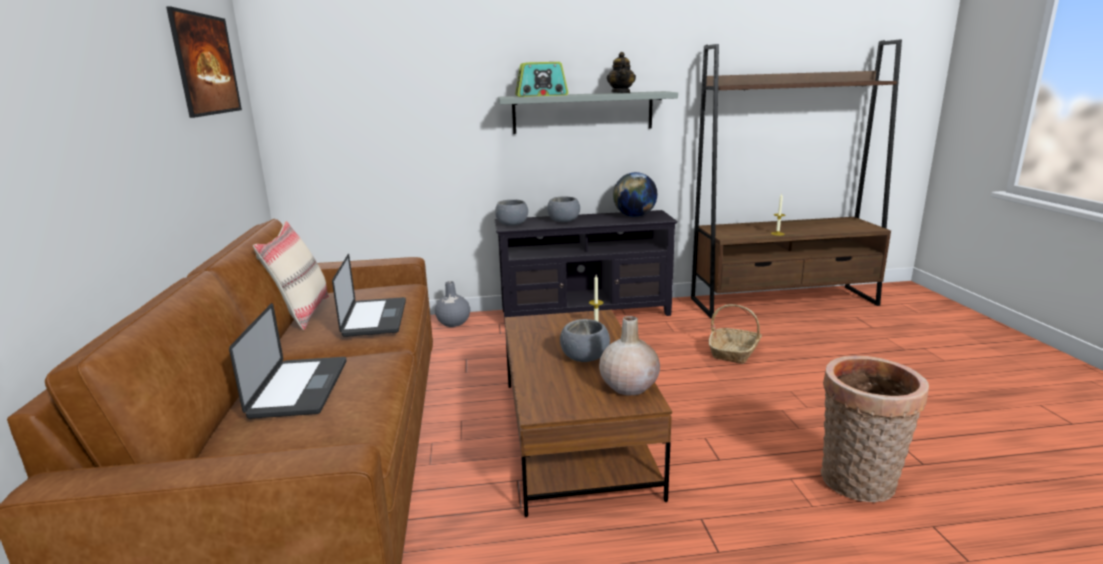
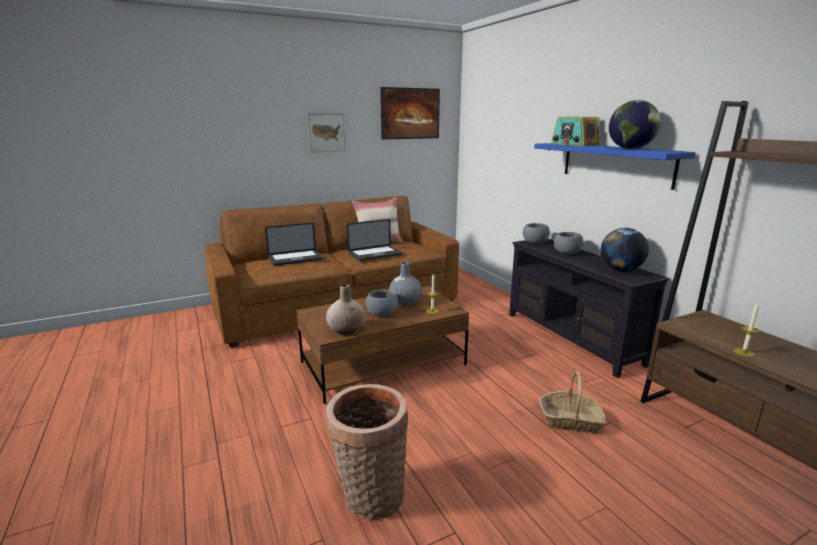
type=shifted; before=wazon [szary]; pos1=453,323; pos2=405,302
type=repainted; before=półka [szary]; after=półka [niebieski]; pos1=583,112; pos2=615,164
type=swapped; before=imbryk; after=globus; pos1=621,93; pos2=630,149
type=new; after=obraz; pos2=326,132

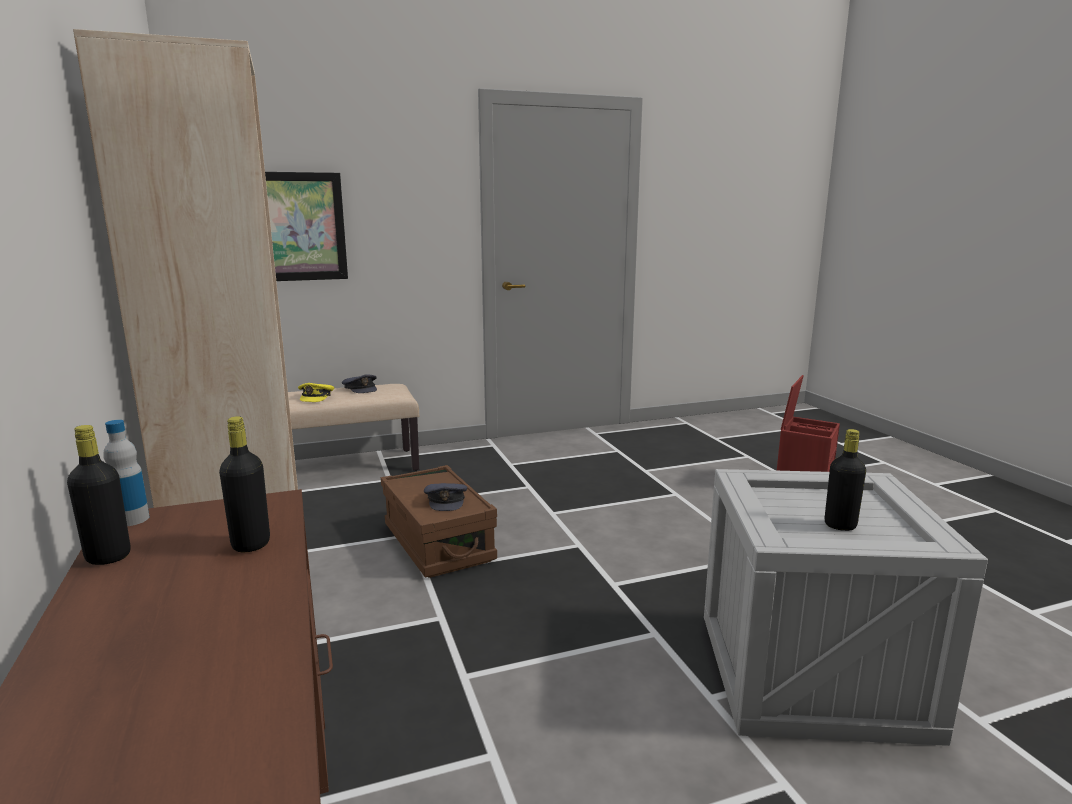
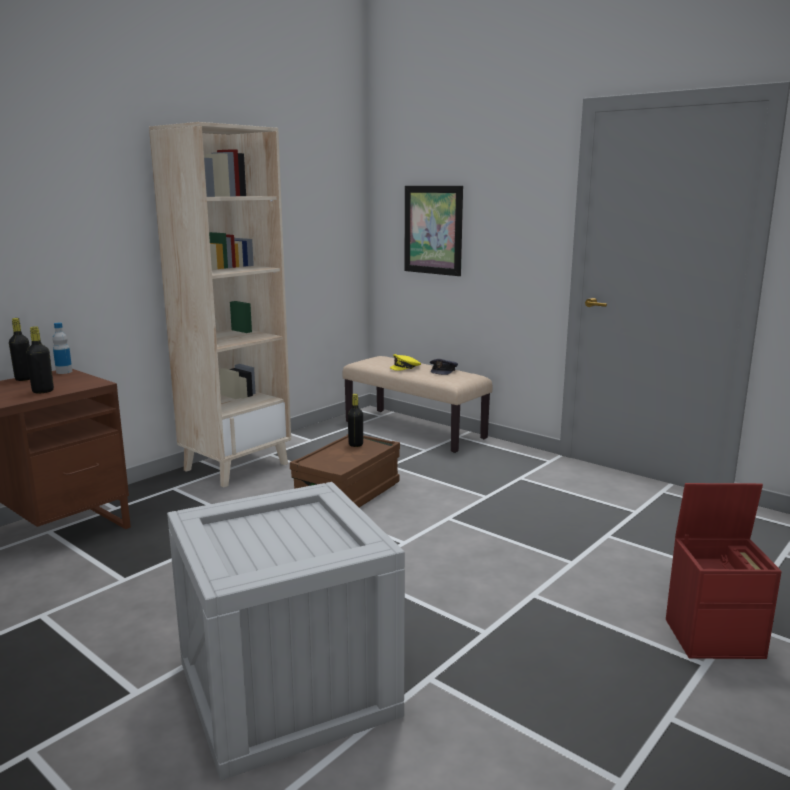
type=gone; before=czapka z daszkiem [szary]; pos1=446,501
type=shifted; before=butelka [czarny]; pos1=840,525; pos2=355,444

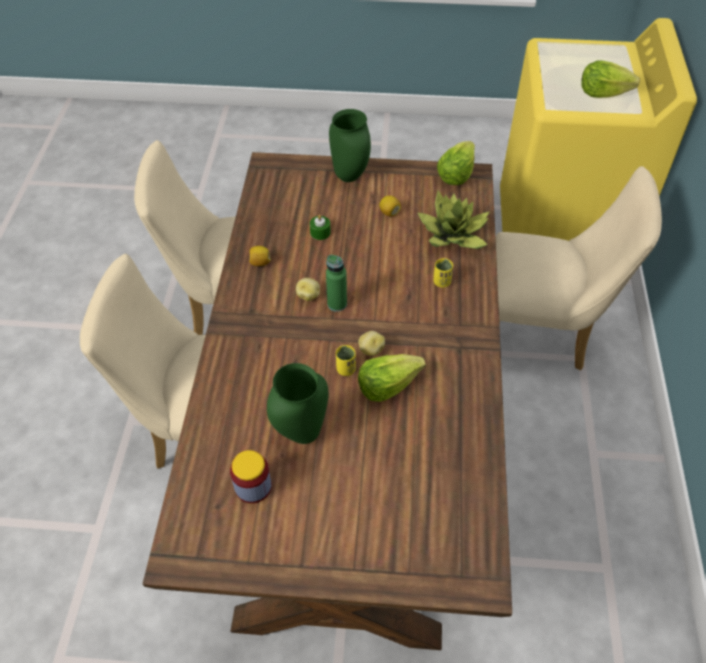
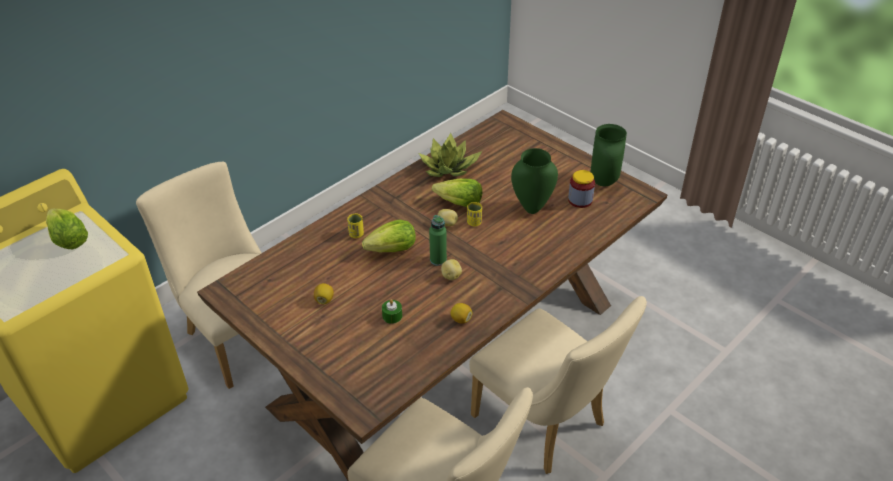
type=shifted; before=wazon [zielony]; pos1=351,176; pos2=602,182
type=shifted; before=roślina doniczkowa; pos1=453,235; pos2=449,168
type=shifted; before=sałata; pos1=455,175; pos2=392,250

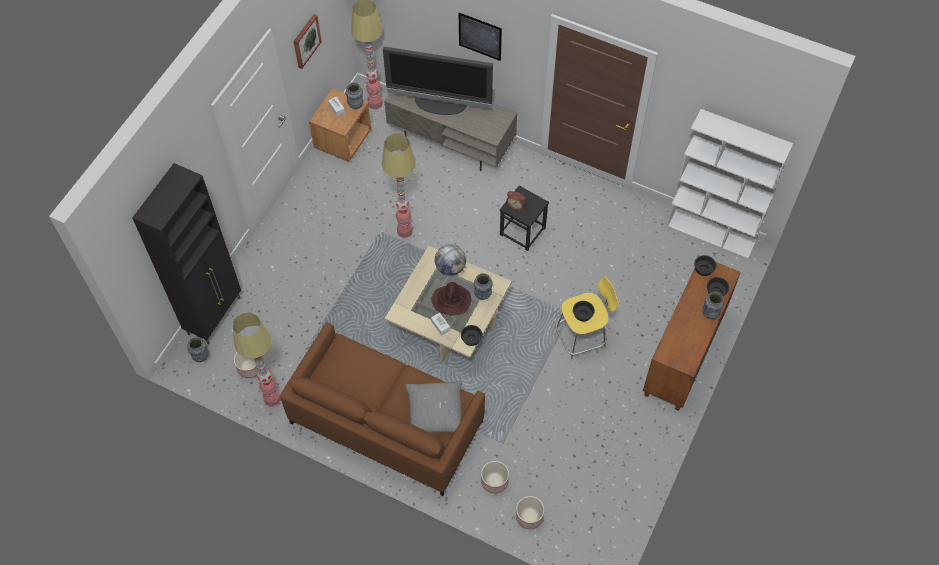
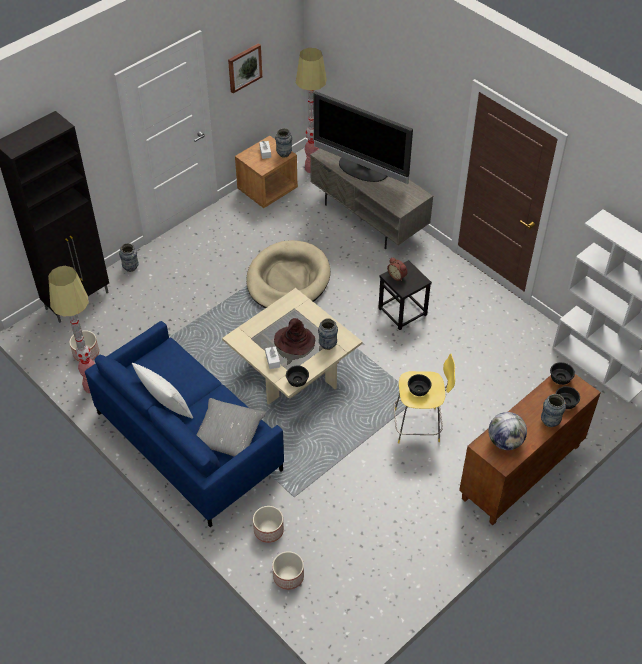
type=shifted; before=wazon; pos1=201,357; pos2=131,268
type=repainted; before=kanapa [brązowy]; after=kanapa [niebieski]; pos1=386,421; pos2=189,440
type=swapped; before=lampa stojąca; after=legowisko [beżowy]; pos1=405,231; pos2=288,279
type=shifted; before=globus; pos1=450,268; pos2=505,441
type=gone; before=obraz; pos1=480,36
type=new; after=poduszka [biały]; pos2=166,407

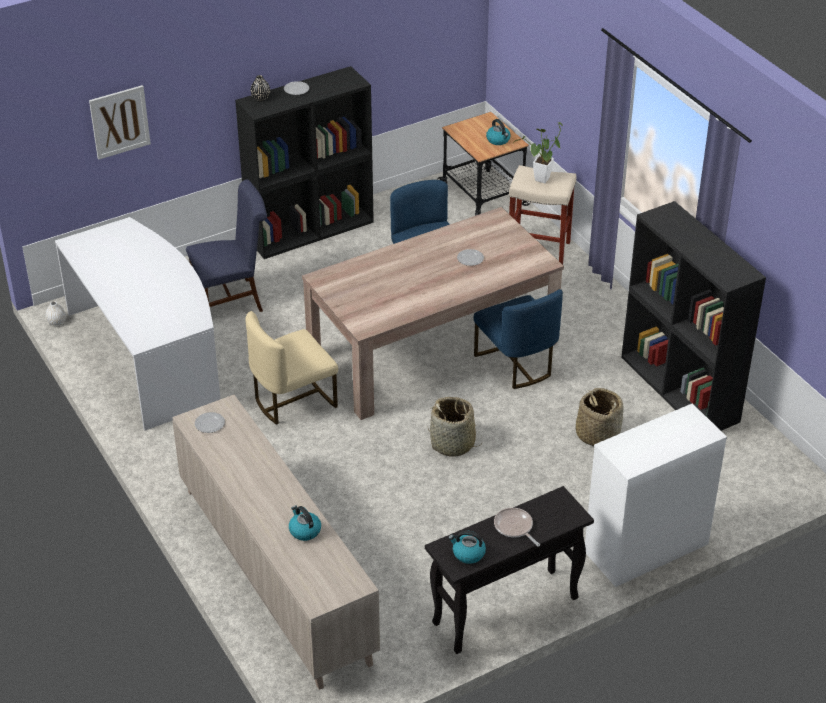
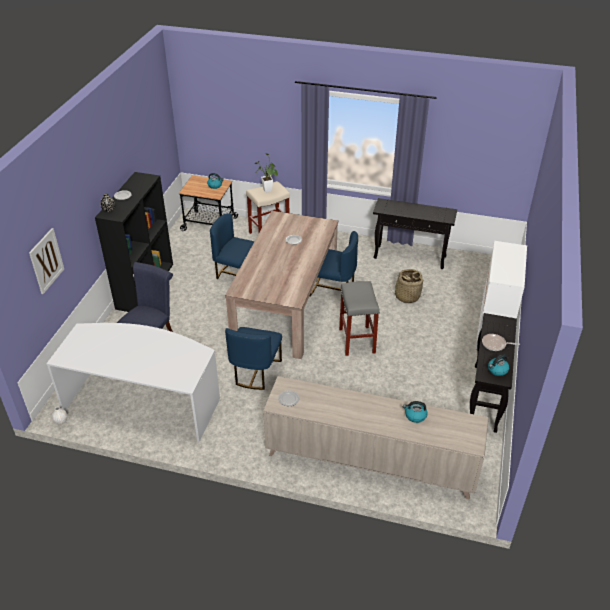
type=repainted; before=krzesło [beżowy]; after=krzesło [niebieski]; pos1=293,400; pos2=255,372
type=swapped; before=koszyk; after=stołek [szary]; pos1=453,444; pos2=357,341
type=swapped; before=regał [czarny]; after=stolik konsolowy [czarny]; pos1=681,389; pos2=410,257

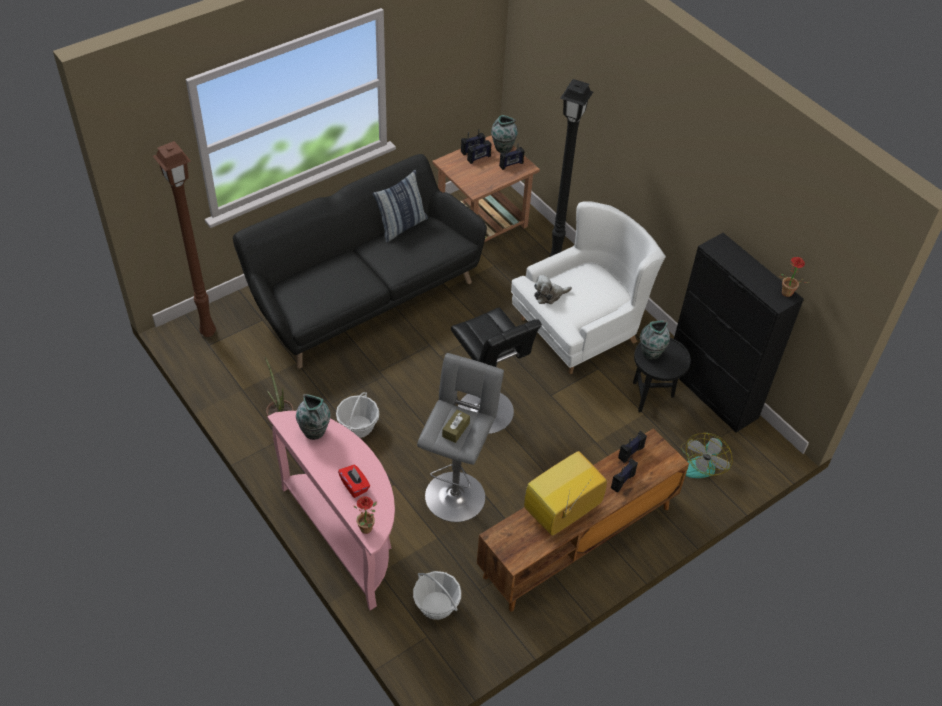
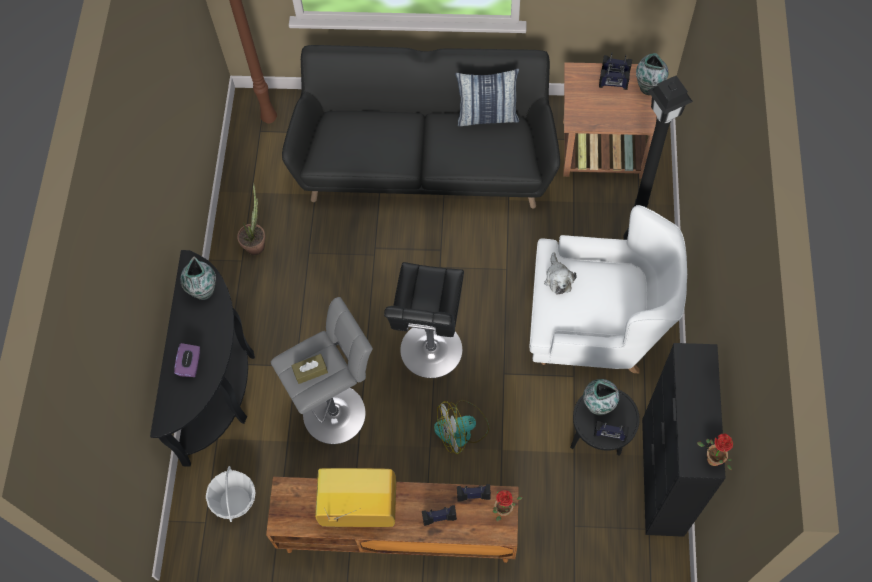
type=repainted; before=stolik konsolowy [różowy]; after=stolik konsolowy [czarny]; pos1=346,535; pos2=219,386
type=gone; before=koszyk; pos1=358,426
type=repainted; before=pudełko chusteczek [czerwony]; after=pudełko chusteczek [fioletowy]; pos1=354,486; pos2=190,365
type=shifted; before=roślina doniczkowa; pos1=367,530; pos2=503,513
type=shifted; before=radio; pos1=511,164; pos2=610,435
type=rotated; before=pluszak; pos1=549,295; pos2=558,278; turn=-120
type=shifted; before=wentylator; pos1=702,463; pos2=461,429

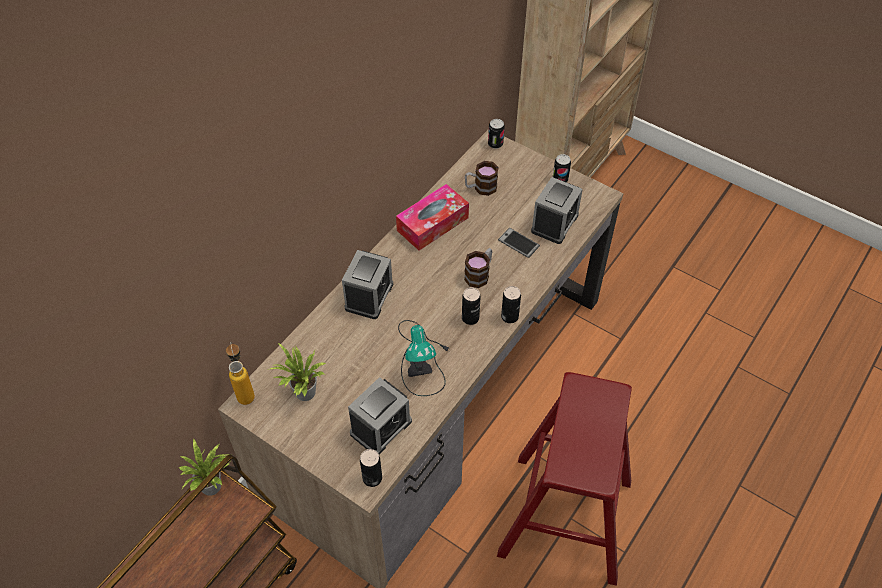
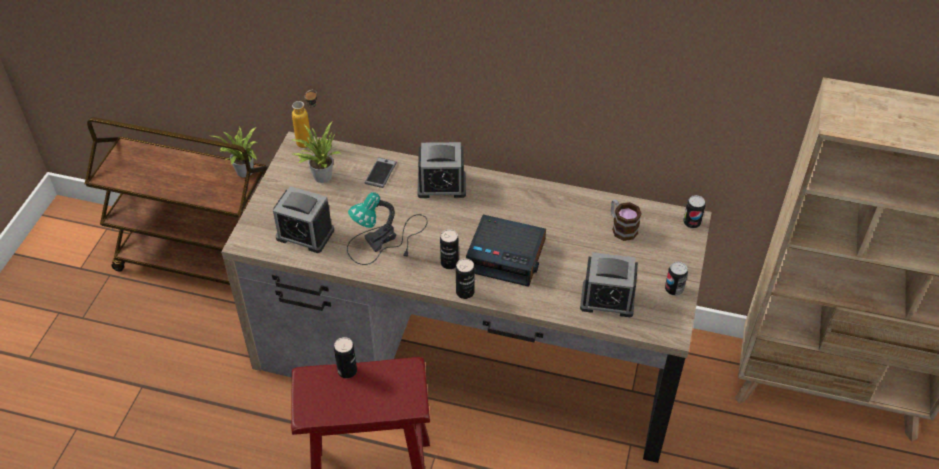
type=shifted; before=puszka; pos1=372,478; pos2=347,371
type=gone; before=pudełko chusteczek; pos1=432,224
type=swapped; before=kubek; after=budzik; pos1=479,274; pos2=506,256
type=shifted; before=telefon; pos1=518,243; pos2=380,173

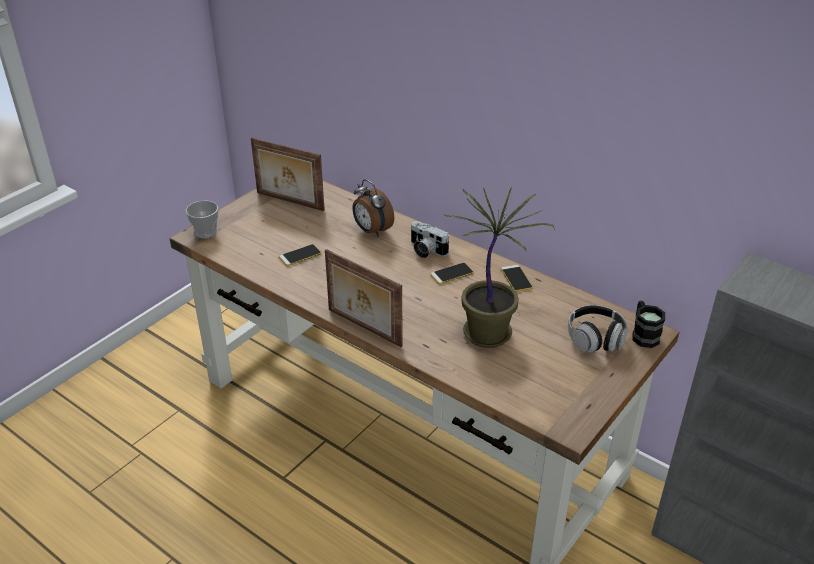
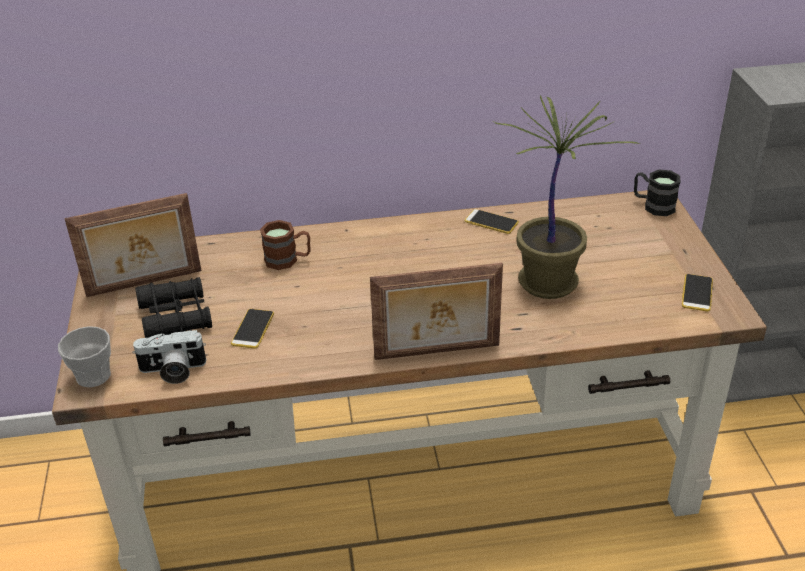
type=swapped; before=budzik; after=kubek [brązowy]; pos1=371,231; pos2=288,260
type=shifted; before=aparat fotograficzny; pos1=426,250; pos2=172,371
type=shifted; before=telefon; pos1=451,274; pos2=697,293
type=gone; before=słuchawki; pos1=595,339
type=new; after=lornetka [czarny]; pos2=176,317

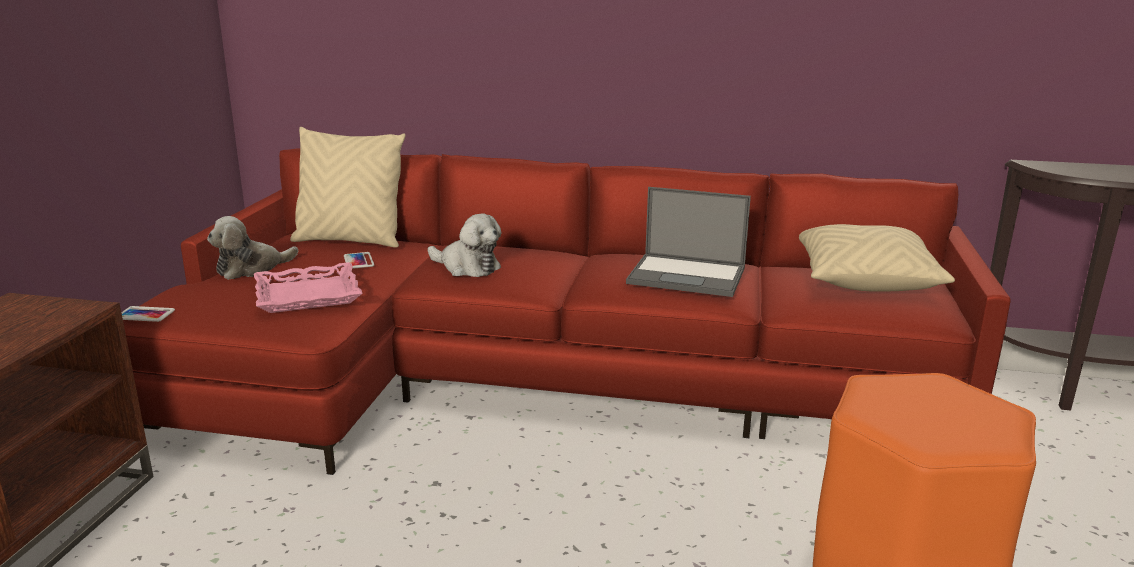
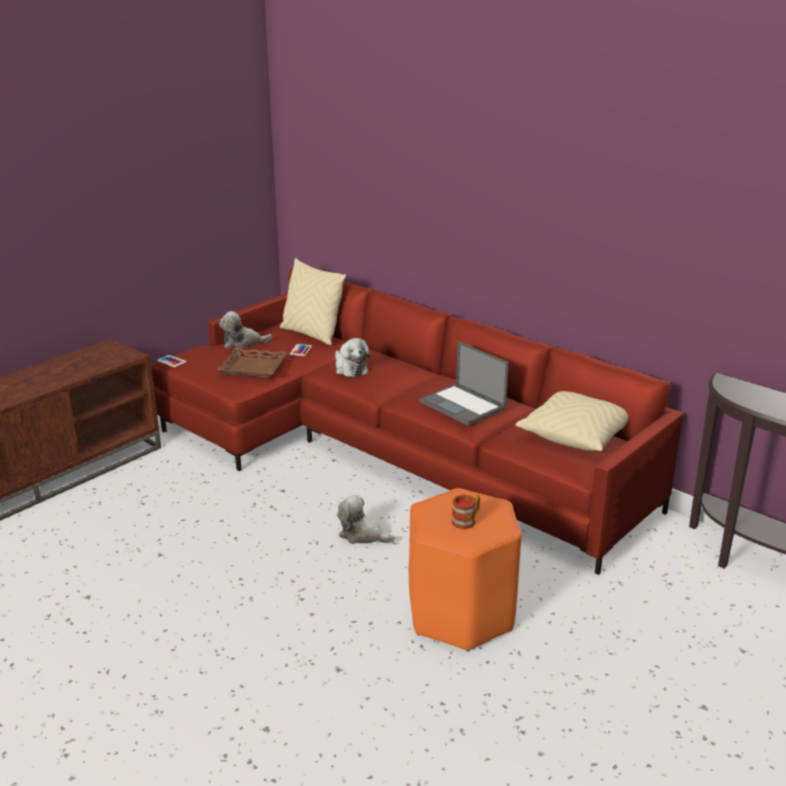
type=repainted; before=taca [różowy]; after=taca [brązowy]; pos1=308,295; pos2=253,367
type=new; after=pluszak; pos2=362,535
type=new; after=kubek; pos2=467,520

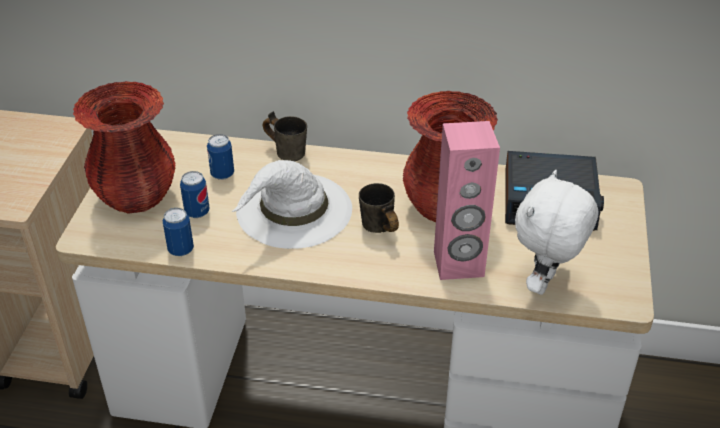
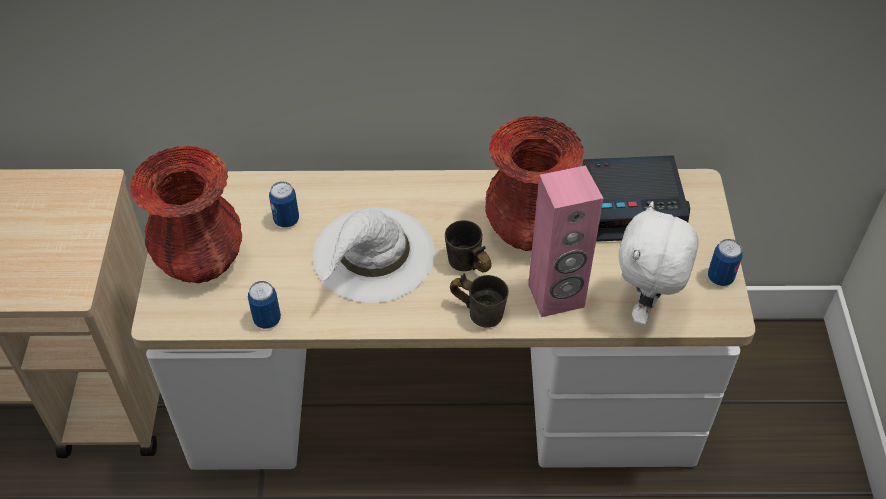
type=shifted; before=puszka; pos1=197,212; pos2=720,277
type=shifted; before=kubek [szary]; pos1=288,151; pos2=480,310

